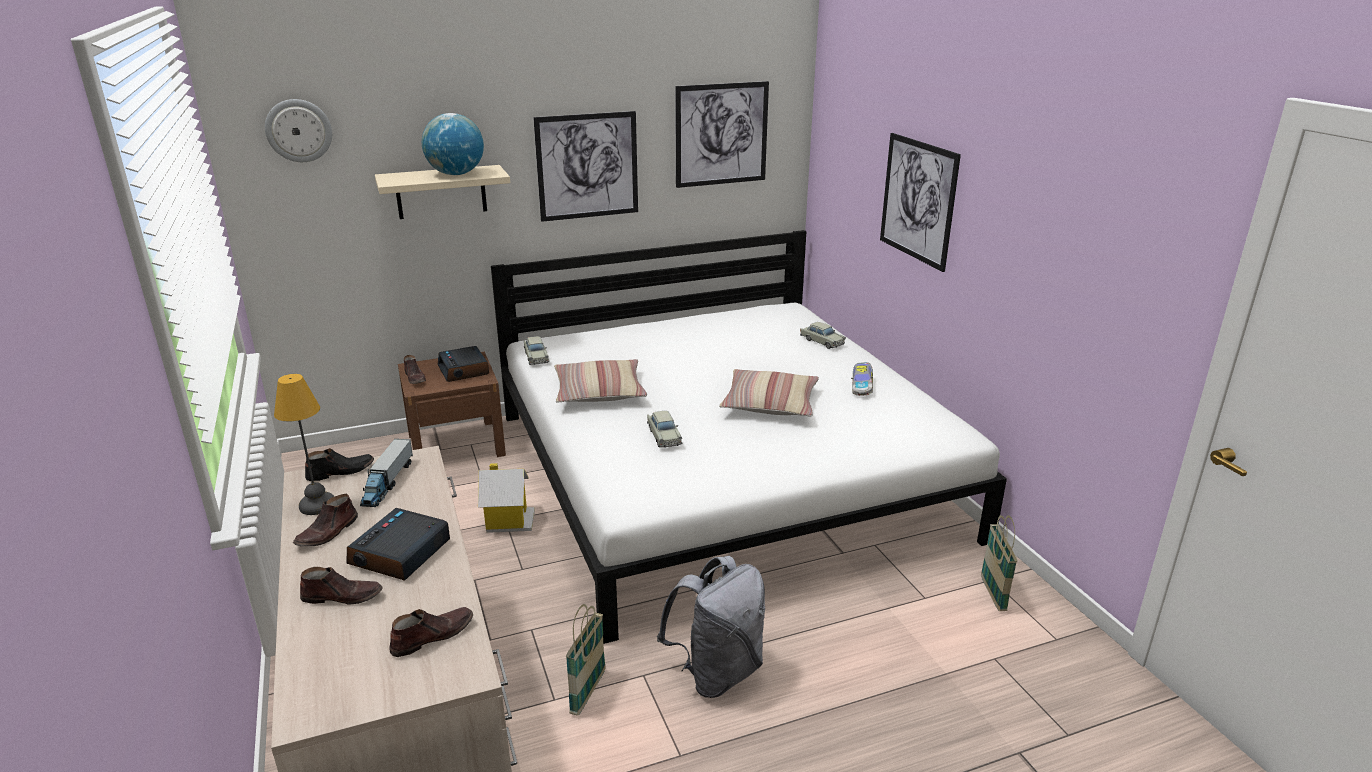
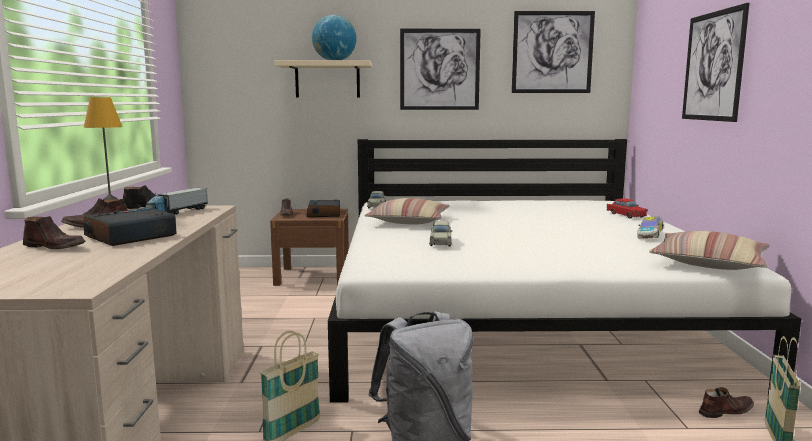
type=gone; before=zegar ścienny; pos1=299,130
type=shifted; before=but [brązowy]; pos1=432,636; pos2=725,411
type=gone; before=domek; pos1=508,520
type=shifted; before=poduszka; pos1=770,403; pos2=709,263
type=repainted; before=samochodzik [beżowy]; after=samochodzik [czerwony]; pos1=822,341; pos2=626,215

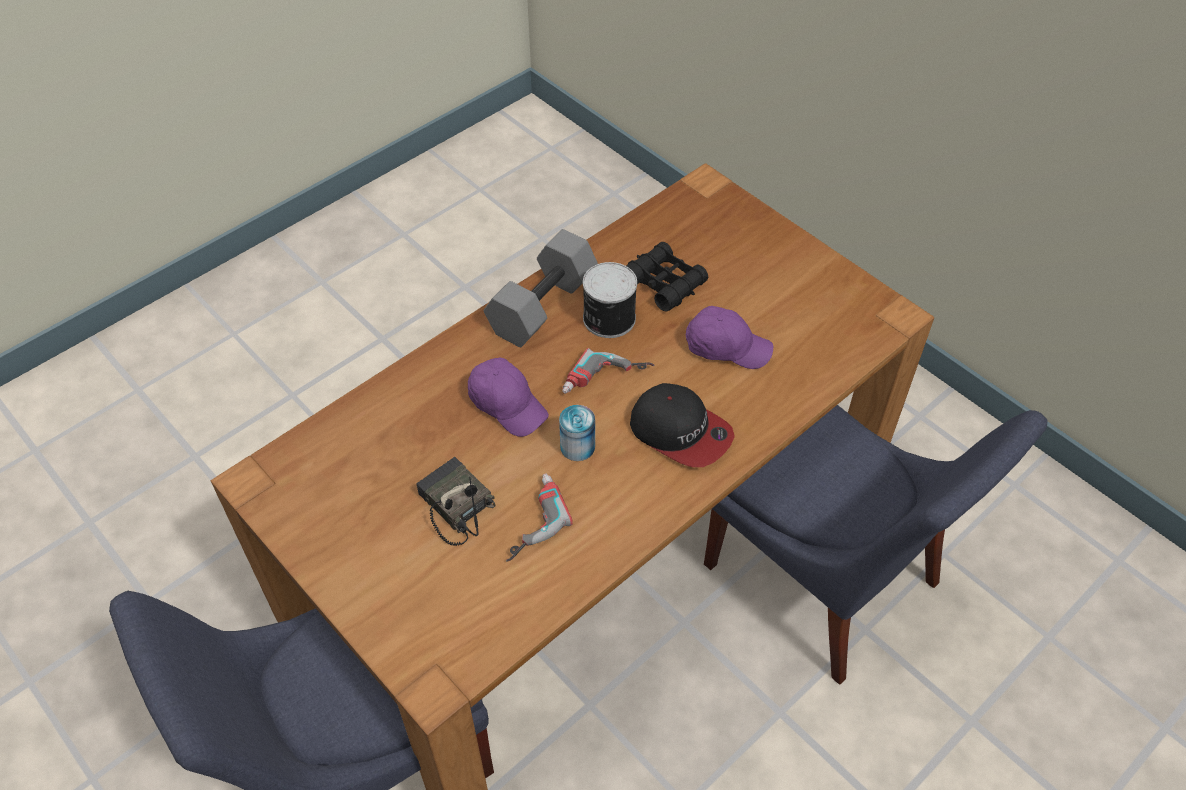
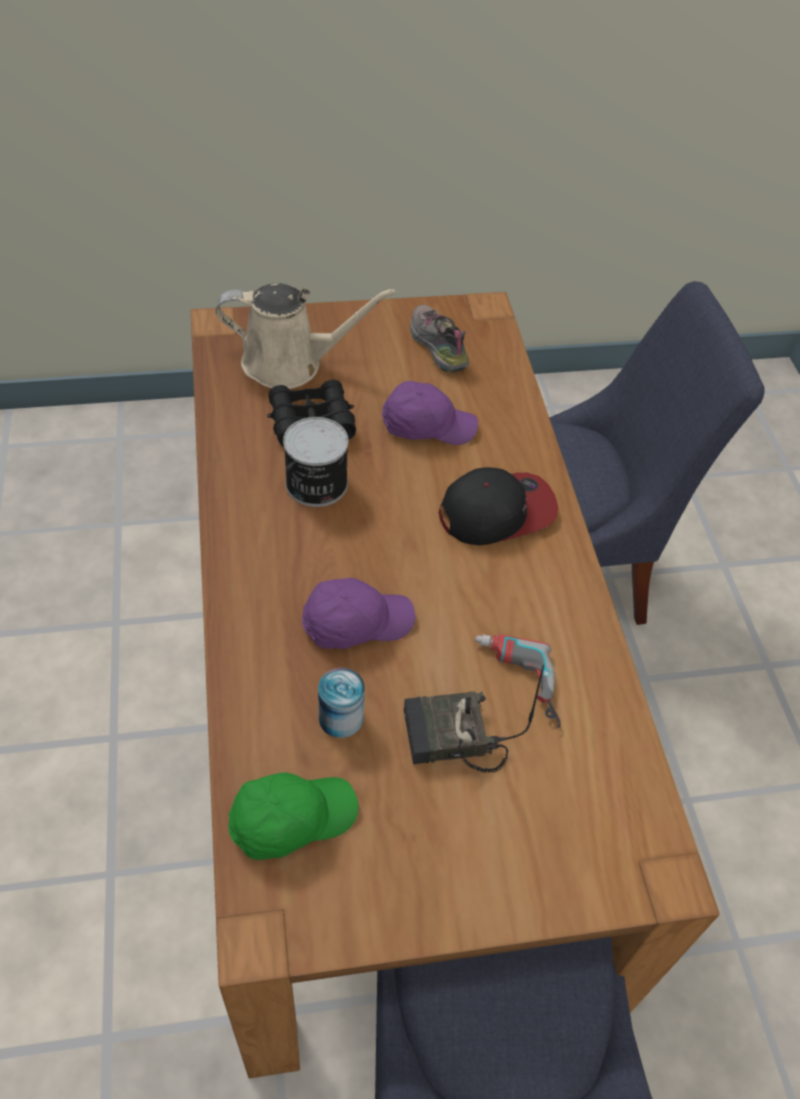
type=gone; before=hantel [szary]; pos1=542,304
type=shifted; before=puszka; pos1=577,446; pos2=341,718
type=gone; before=wiertarka; pos1=606,382
type=rotated; before=czapka z daszkiem [fioletowy]; pos1=726,347; pos2=427,425; turn=45
type=new; after=konewka [beżowy]; pos2=290,363
type=new; after=czapka z daszkiem [zielony]; pos2=291,819
type=new; after=but; pos2=435,346

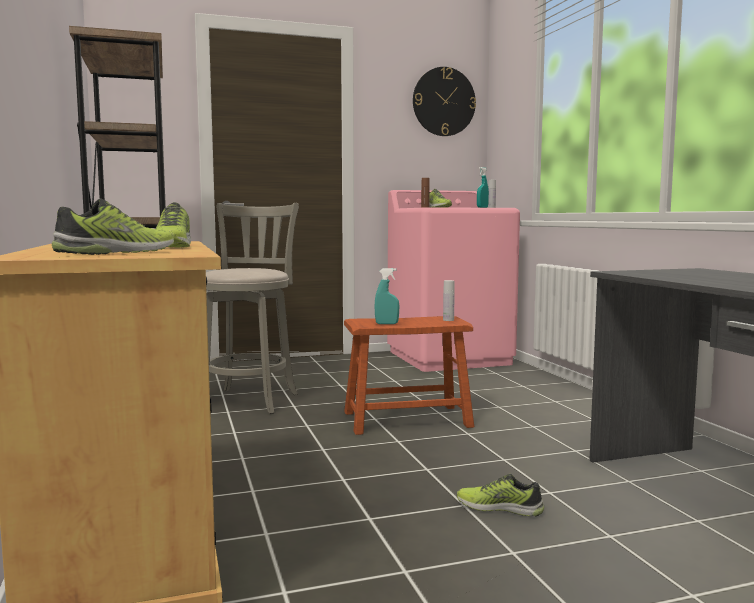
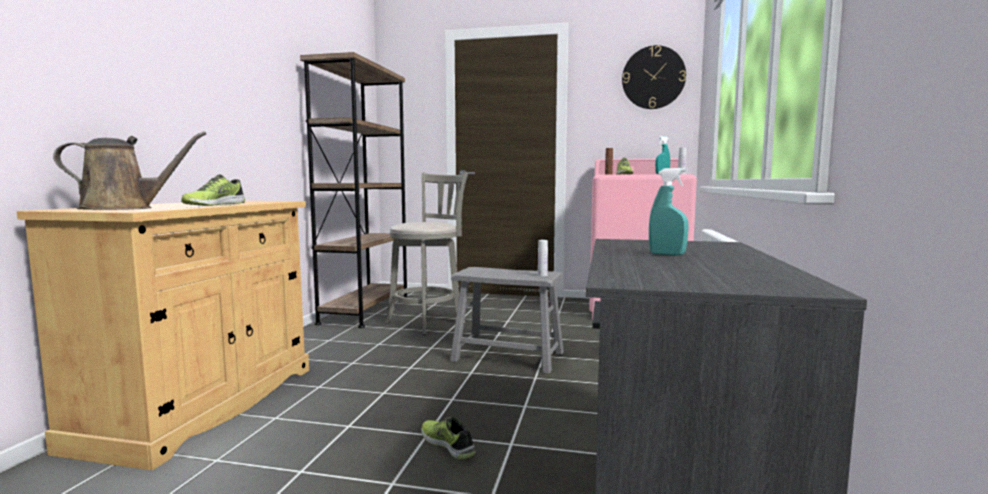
type=swapped; before=but; after=konewka [brązowy]; pos1=118,253; pos2=124,208
type=repainted; before=stołek [brązowy]; after=stołek [szary]; pos1=406,419; pos2=508,356
type=shifted; before=spryskiwacz [turkusowy]; pos1=386,324; pos2=667,254

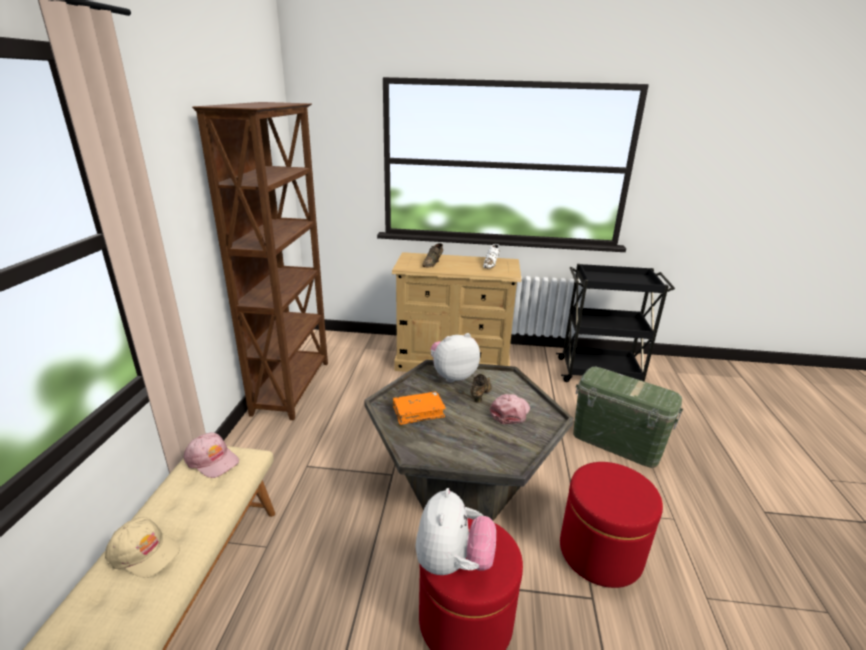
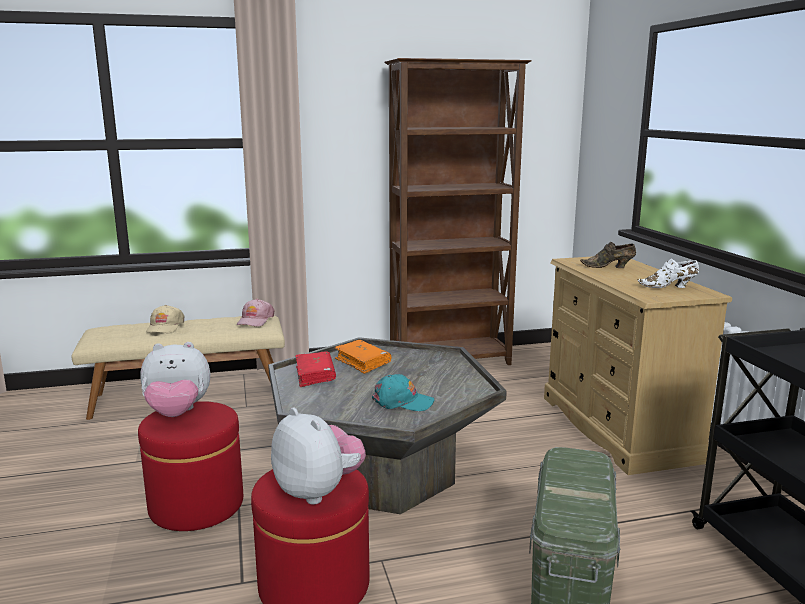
type=shifted; before=pluszak; pos1=452,375; pos2=318,491
type=gone; before=but [brązowy]; pos1=480,395
type=repainted; before=czapka z daszkiem [różowy]; after=czapka z daszkiem [turkusowy]; pos1=510,412; pos2=402,402
type=new; after=książka [czerwony]; pos2=315,375

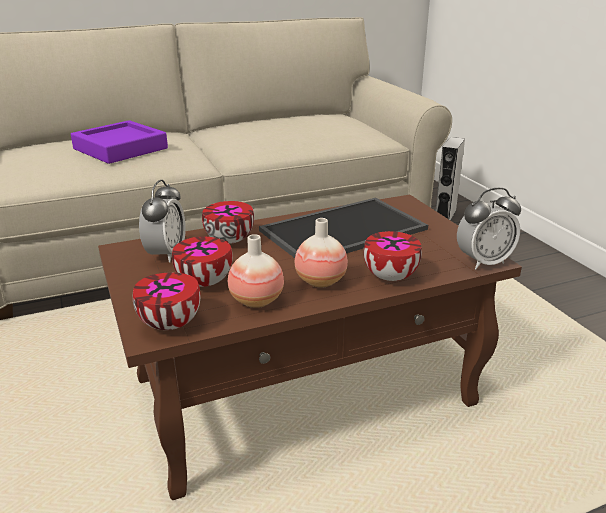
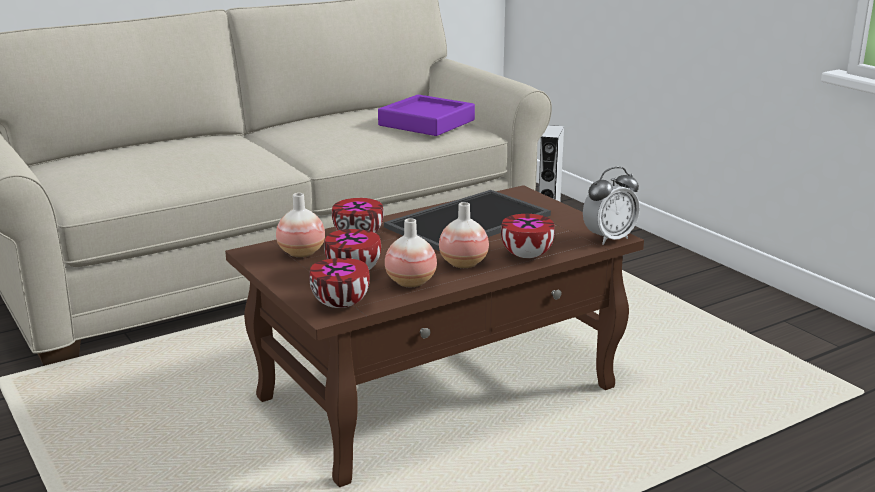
type=shifted; before=taca [fioletowy]; pos1=120,149; pos2=426,123
type=swapped; before=budzik; after=wazon; pos1=166,254; pos2=301,253

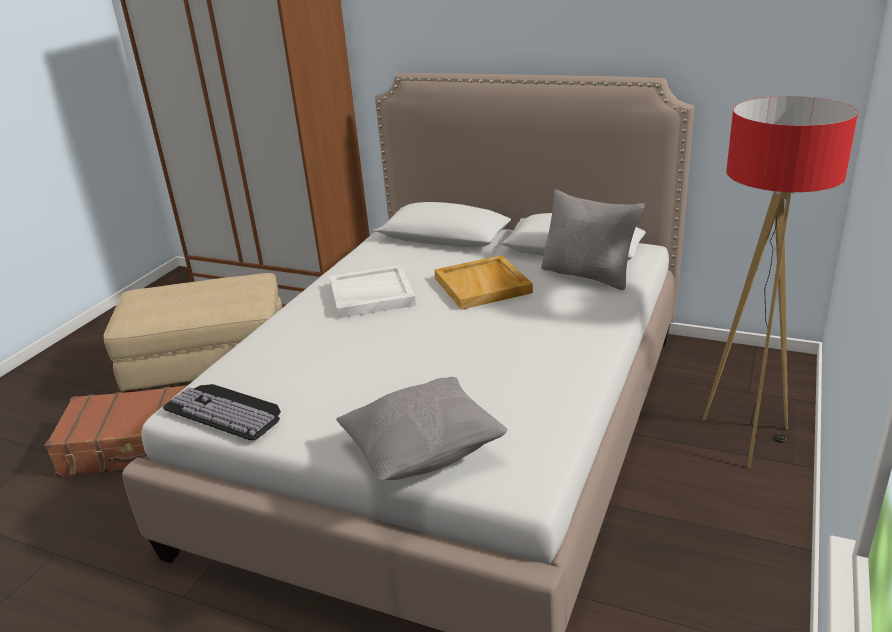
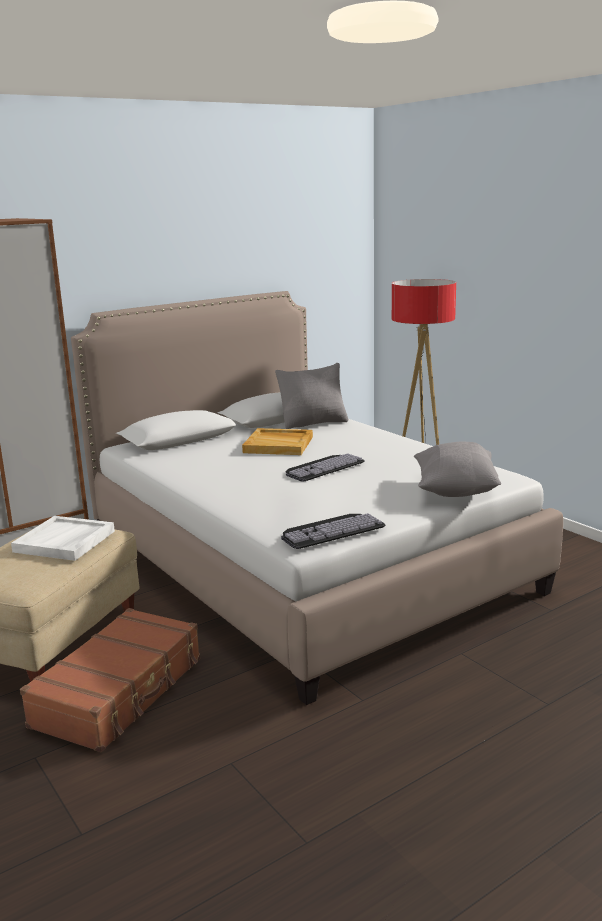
type=shifted; before=taca [biały]; pos1=371,295; pos2=65,542
type=new; after=klawiatura; pos2=322,467

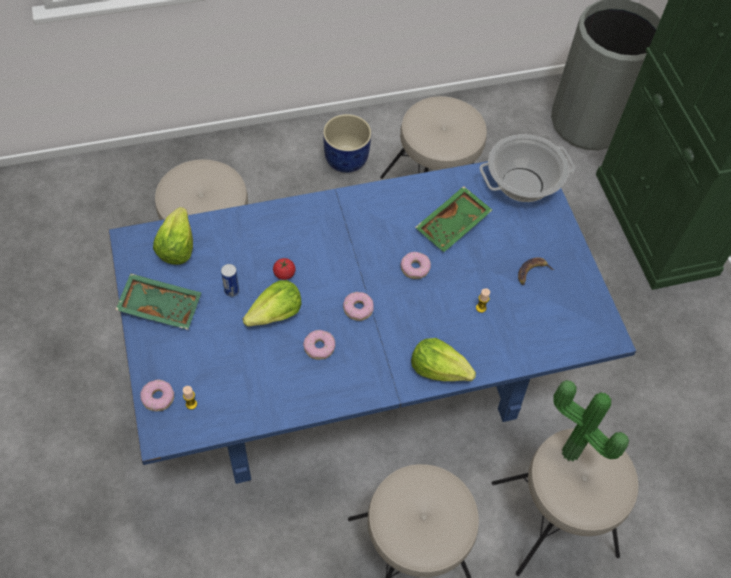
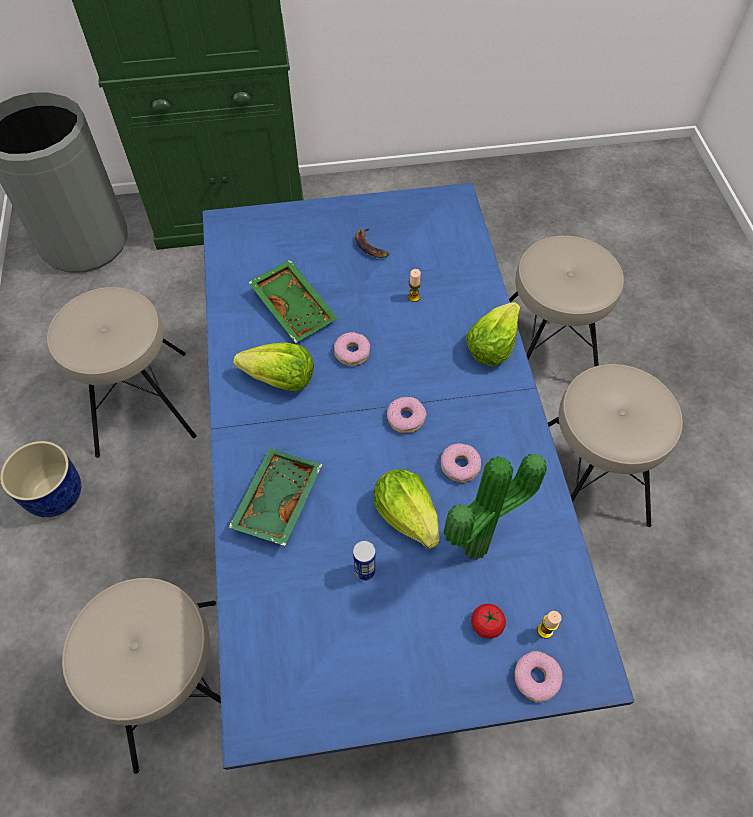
type=shifted; before=taca [zielony]; pos1=161,305; pos2=276,500
type=shifted; before=sałata; pos1=177,247; pos2=280,380
type=shifted; before=pomidor; pos1=284,274; pos2=486,624
type=gone; before=garnek; pos1=522,184
type=shifted; before=roślina doniczkowa; pos1=568,455; pos2=479,551

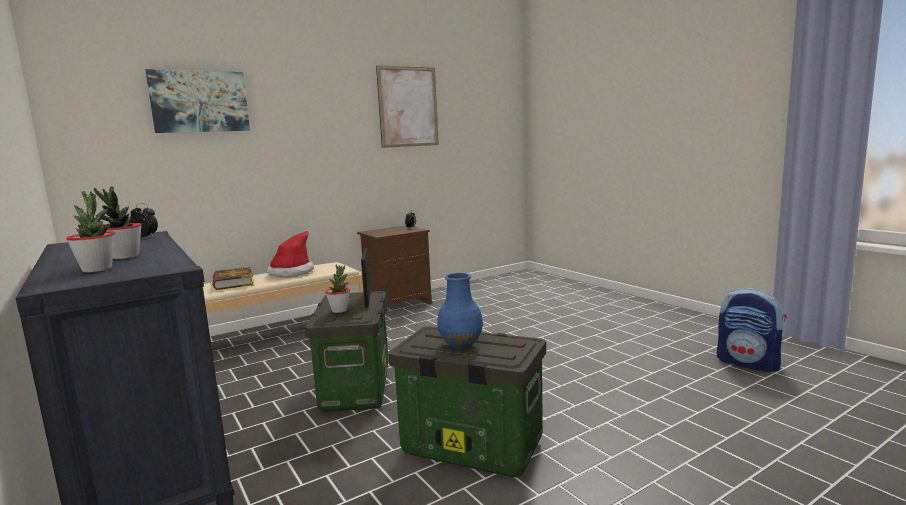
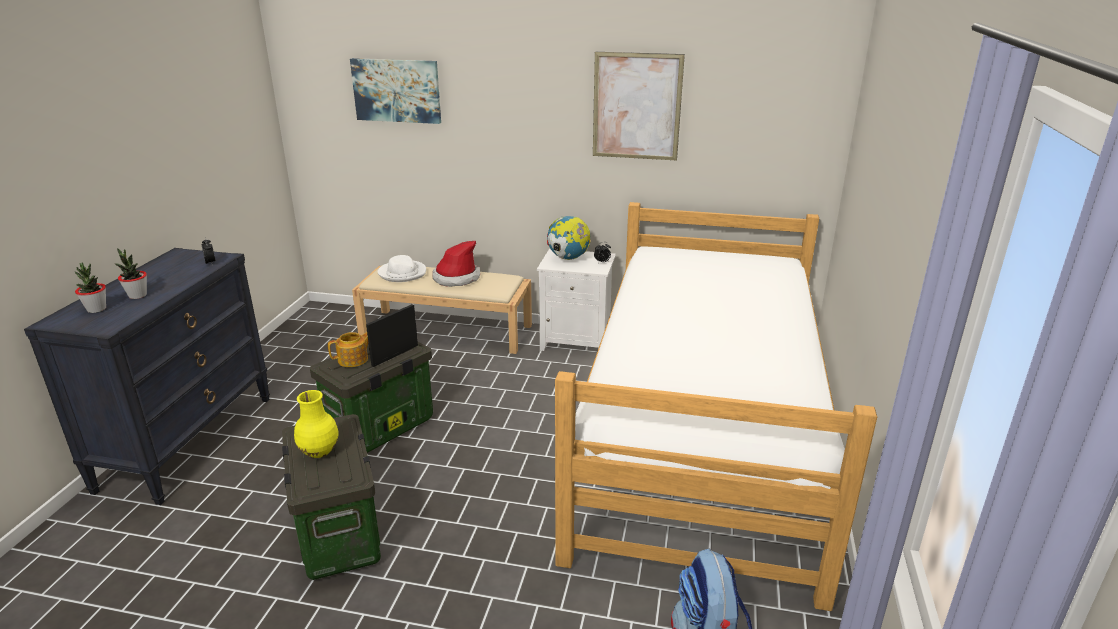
type=swapped; before=książka; after=kapelusz [biały]; pos1=233,282; pos2=402,273
type=swapped; before=roślina doniczkowa; after=imbryk; pos1=339,310; pos2=354,360
type=repainted; before=szafka nocna [brązowy]; after=szafka nocna [biały]; pos1=398,303; pos2=577,341
type=repainted; before=wazon [niebieski]; after=wazon [żółty]; pos1=461,344; pos2=319,451
type=new; after=globus; pos2=568,258
type=new; after=łóżko; pos2=701,436

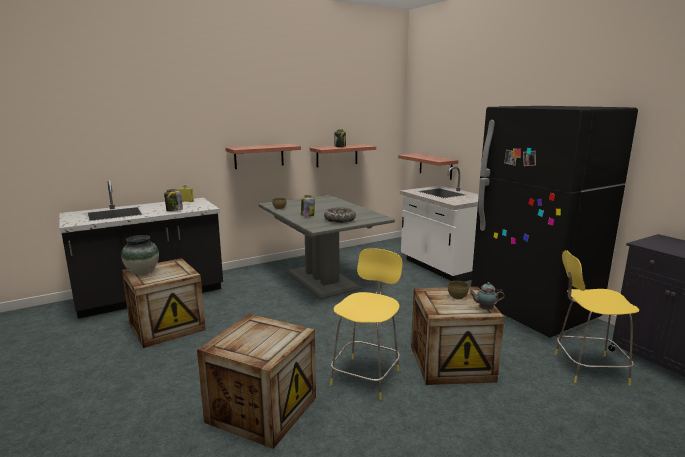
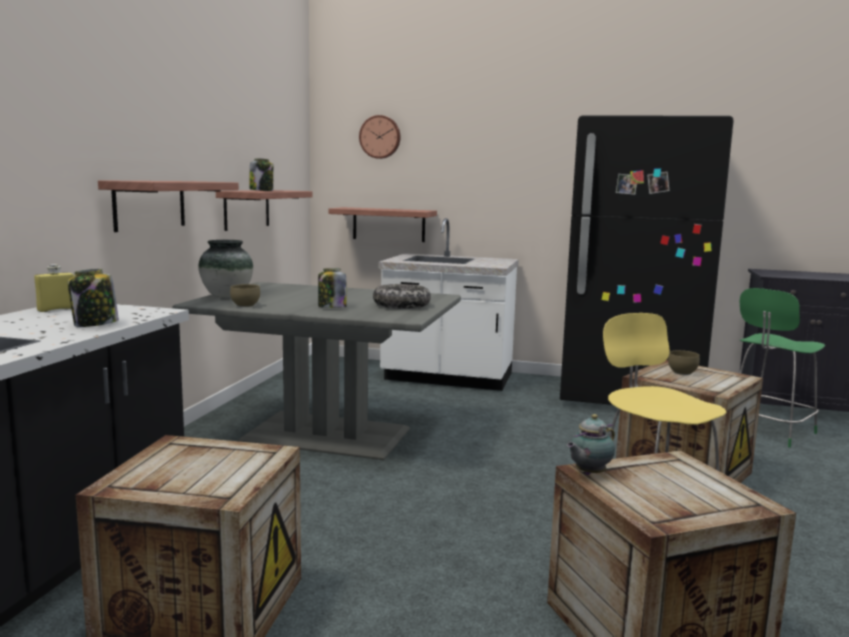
type=shifted; before=wazon; pos1=142,272; pos2=226,296
type=shifted; before=imbryk; pos1=484,309; pos2=588,474
type=repainted; before=stołek [żółty]; after=stołek [zielony]; pos1=587,368; pos2=769,432
type=new; after=zegar ścienny; pos2=380,137

